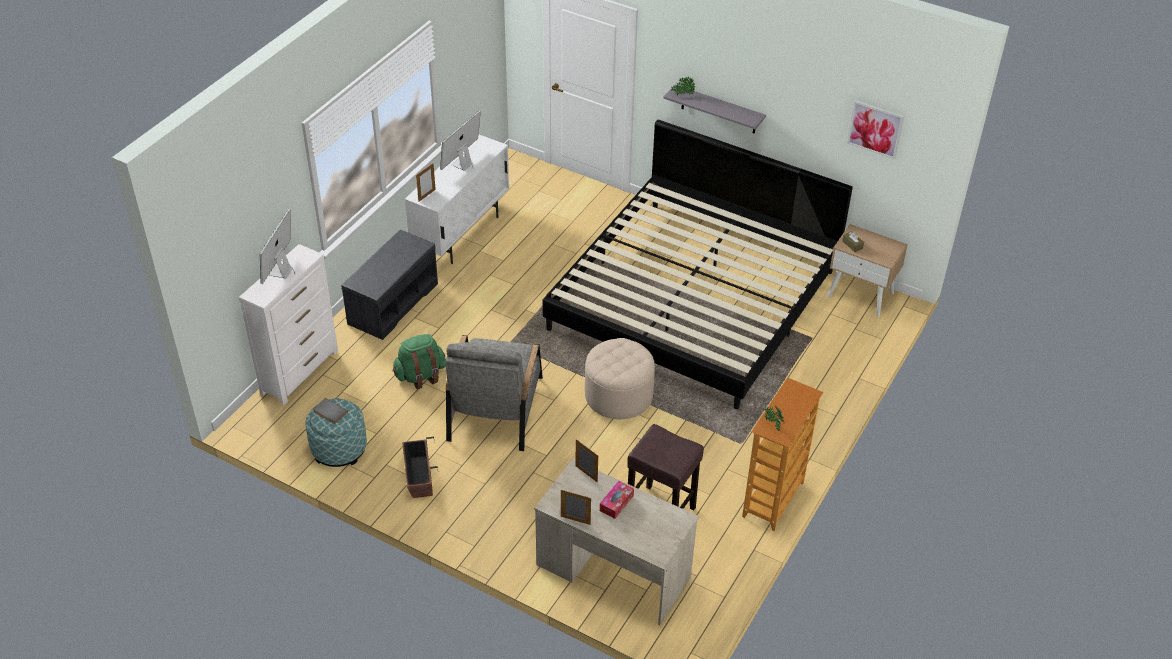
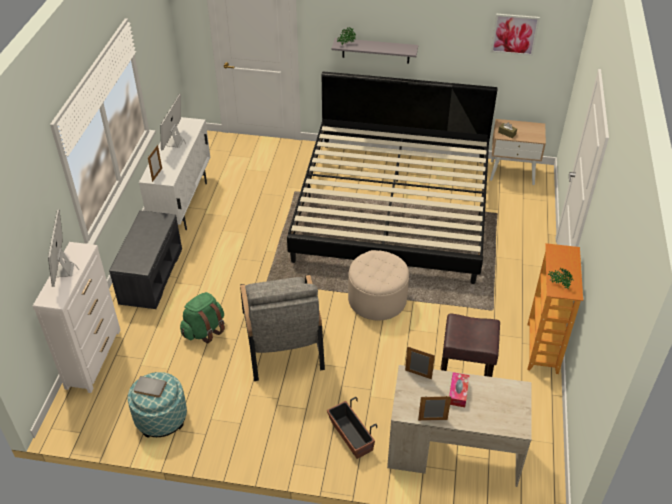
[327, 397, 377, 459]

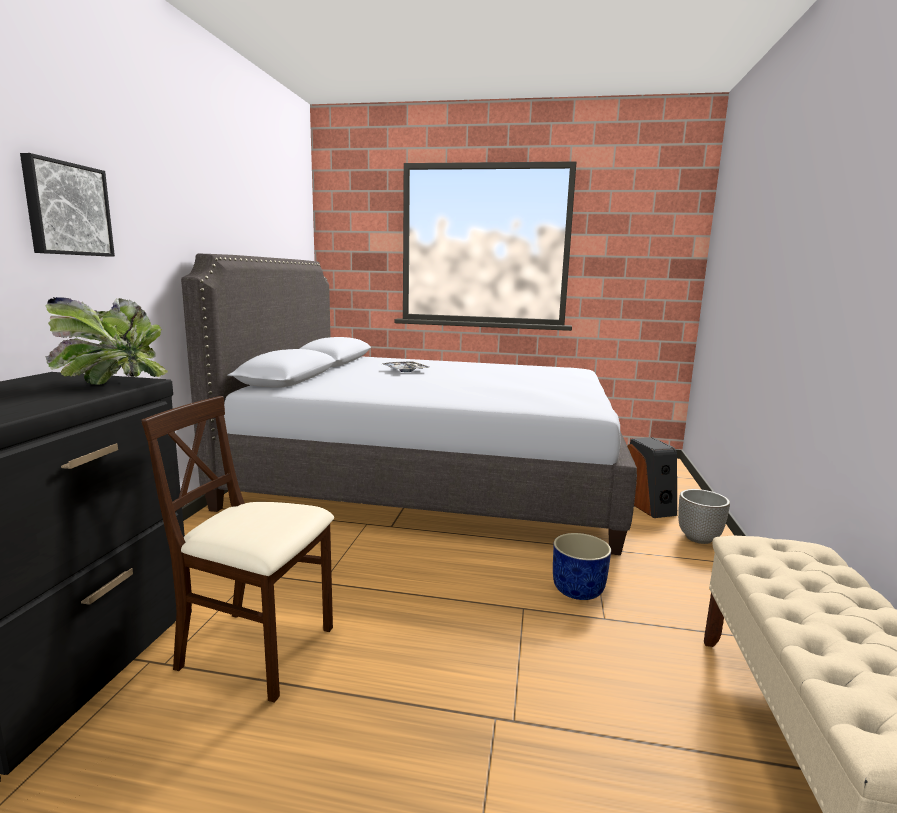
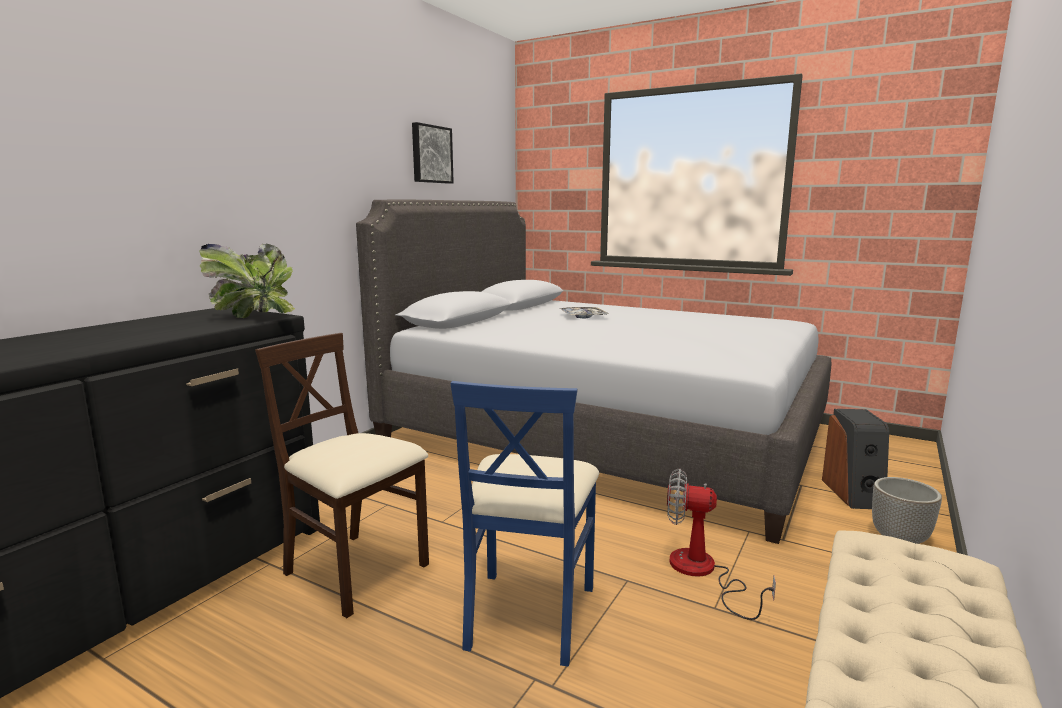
[412, 122, 454, 184]
[451, 381, 599, 667]
[667, 468, 776, 620]

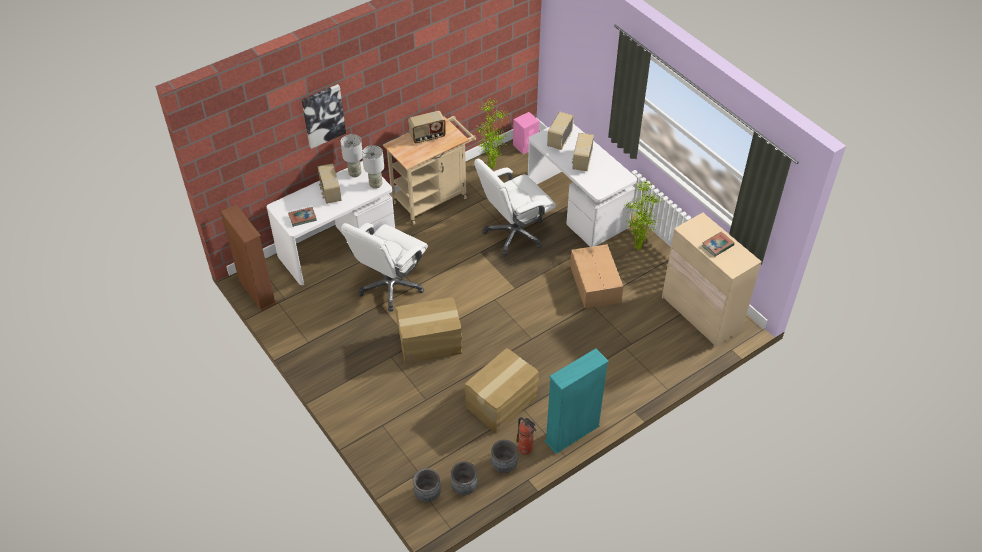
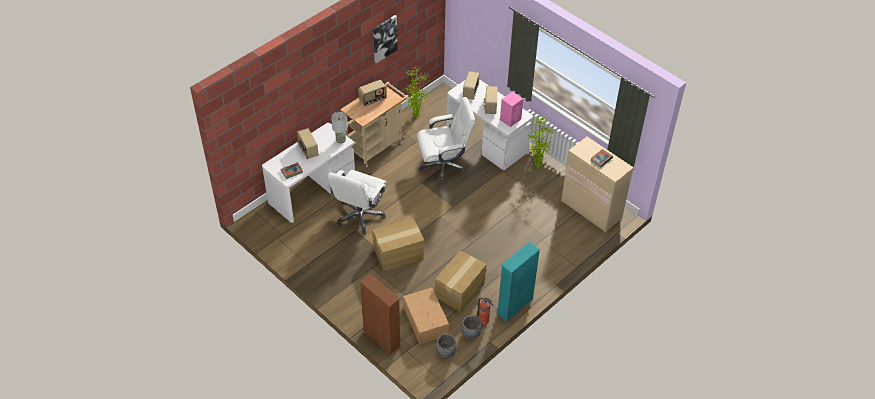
[360, 274, 401, 355]
[373, 15, 398, 63]
[403, 288, 449, 344]
[417, 97, 475, 184]
[500, 91, 523, 127]
[340, 134, 362, 177] (first image)
[413, 468, 441, 502] (first image)

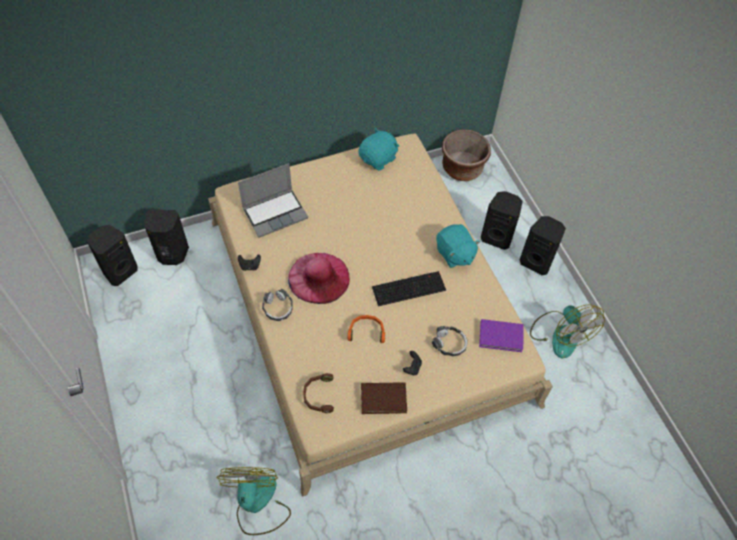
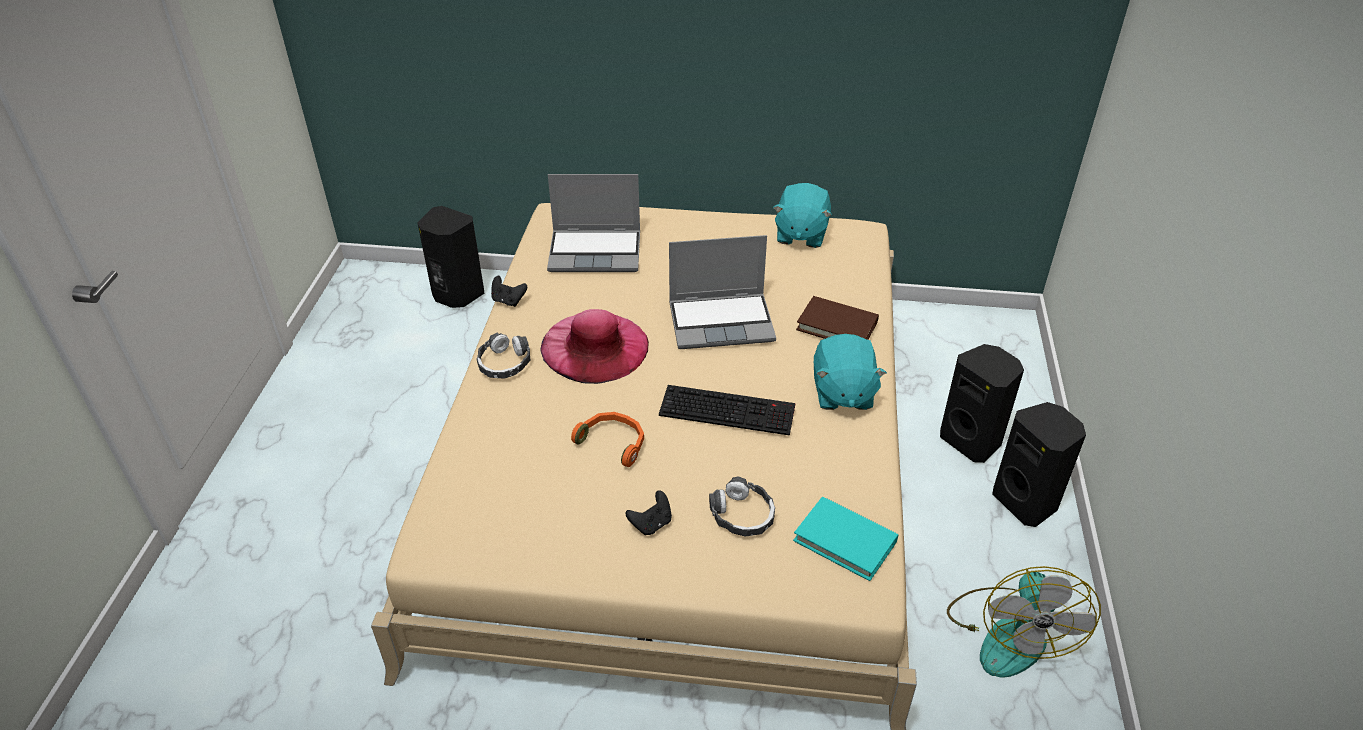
[669, 235, 776, 349]
[773, 183, 832, 248]
[793, 497, 898, 581]
[796, 296, 879, 340]
[87, 225, 138, 286] (first image)
[216, 467, 291, 535] (first image)
[303, 373, 334, 413] (first image)
[442, 129, 491, 181] (first image)

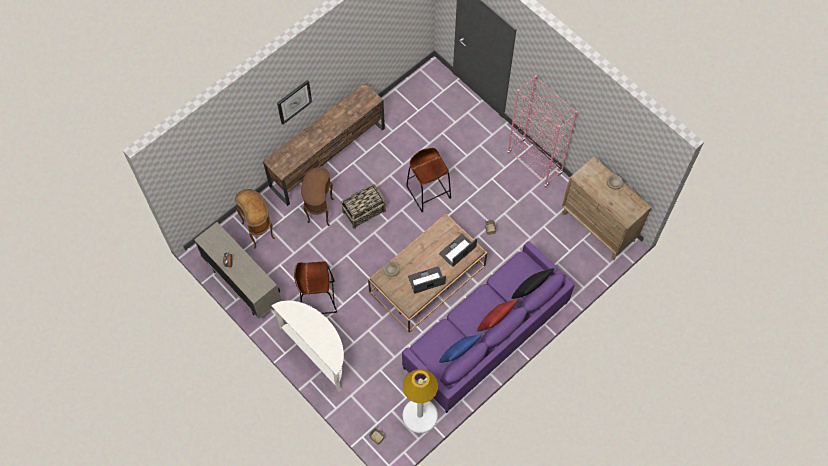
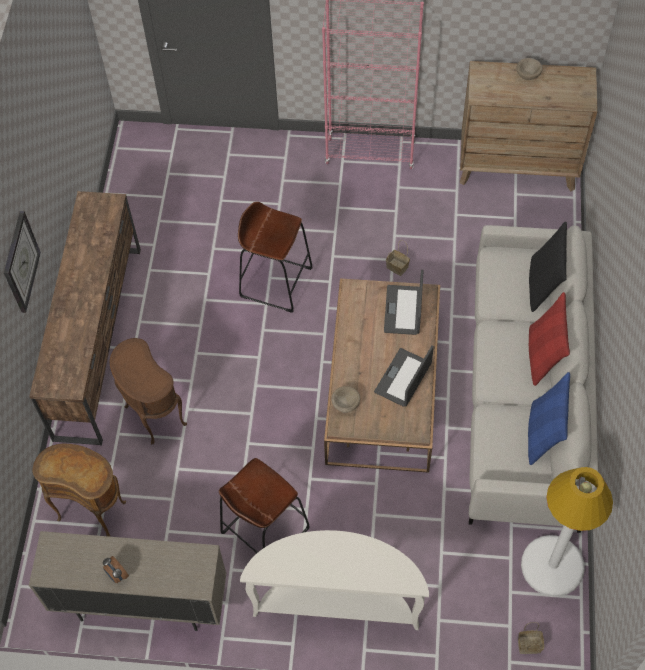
[469, 225, 598, 533]
[341, 184, 386, 229] (first image)

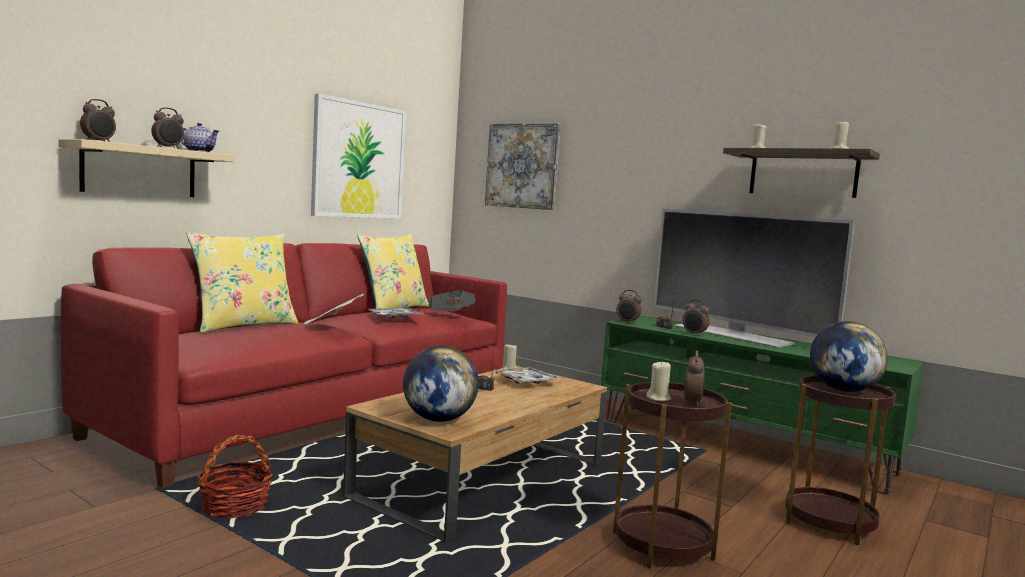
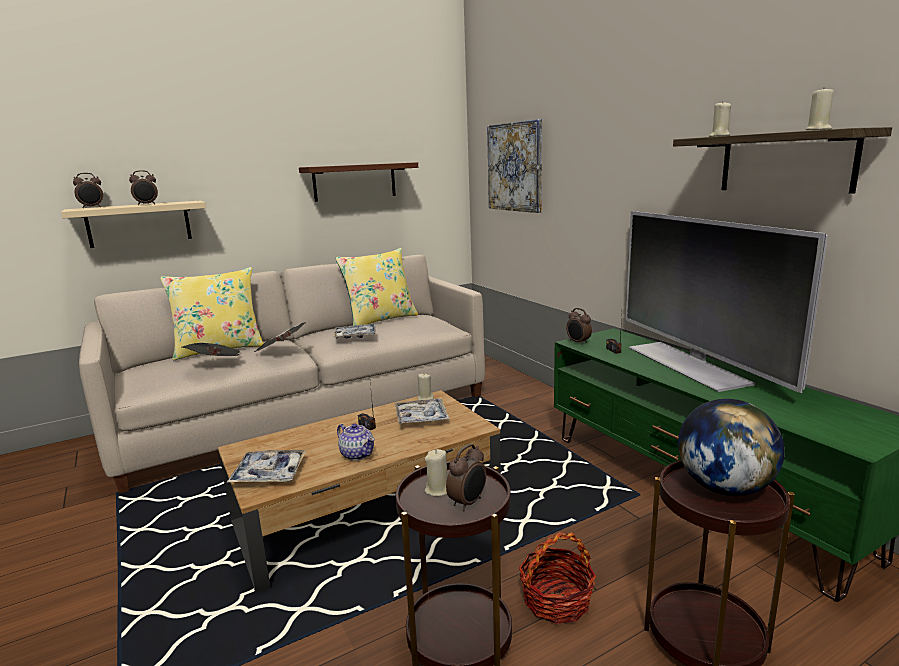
[79, 255, 485, 494]
[182, 343, 240, 356]
[226, 450, 306, 483]
[299, 162, 418, 202]
[337, 423, 375, 461]
[519, 532, 596, 624]
[683, 300, 710, 336] (first image)

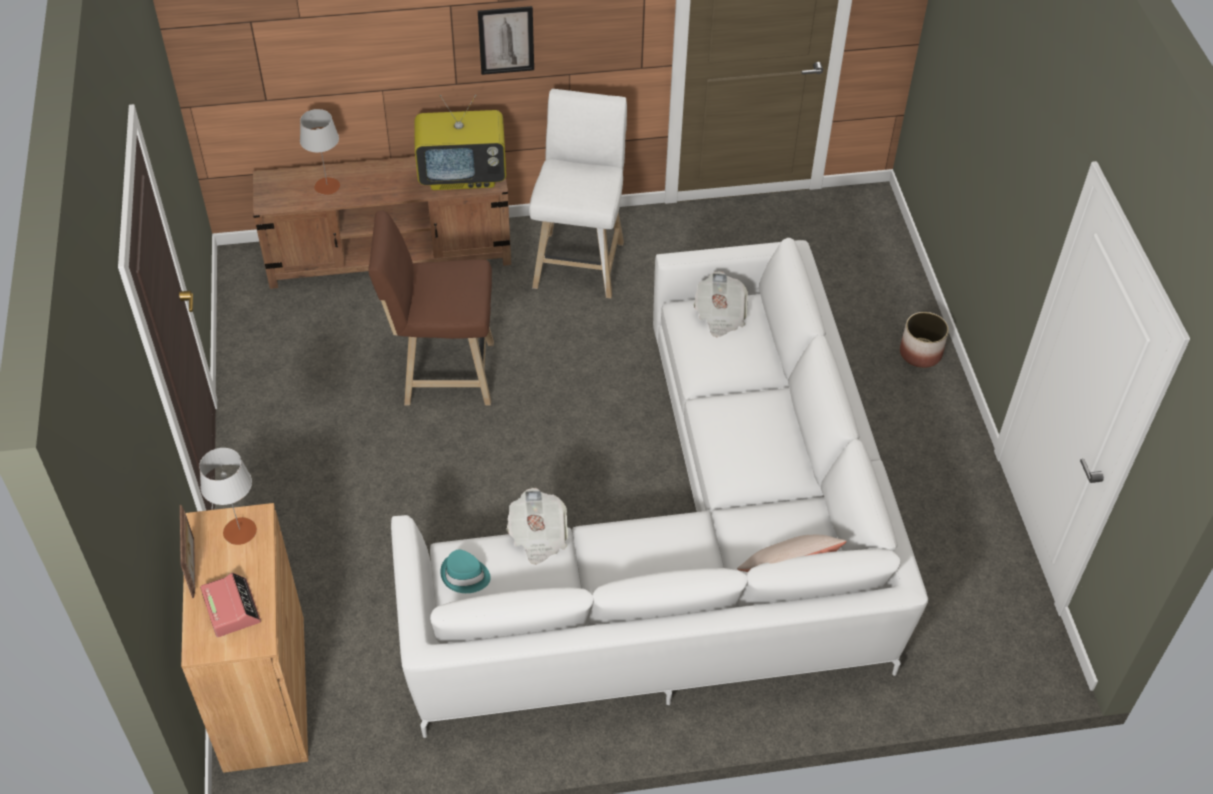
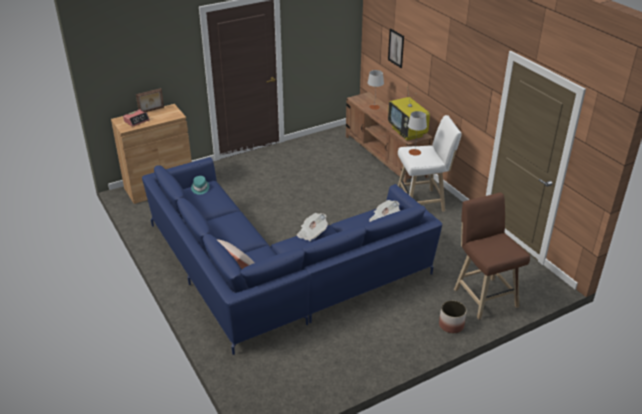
[142, 157, 442, 355]
[297, 213, 328, 241]
[388, 28, 404, 68]
[408, 111, 427, 156]
[454, 193, 530, 320]

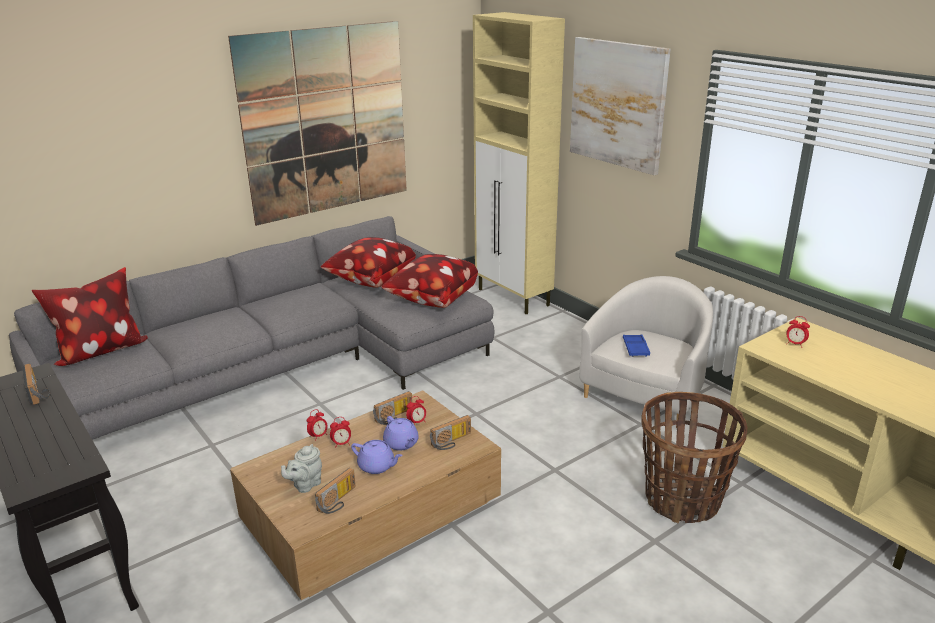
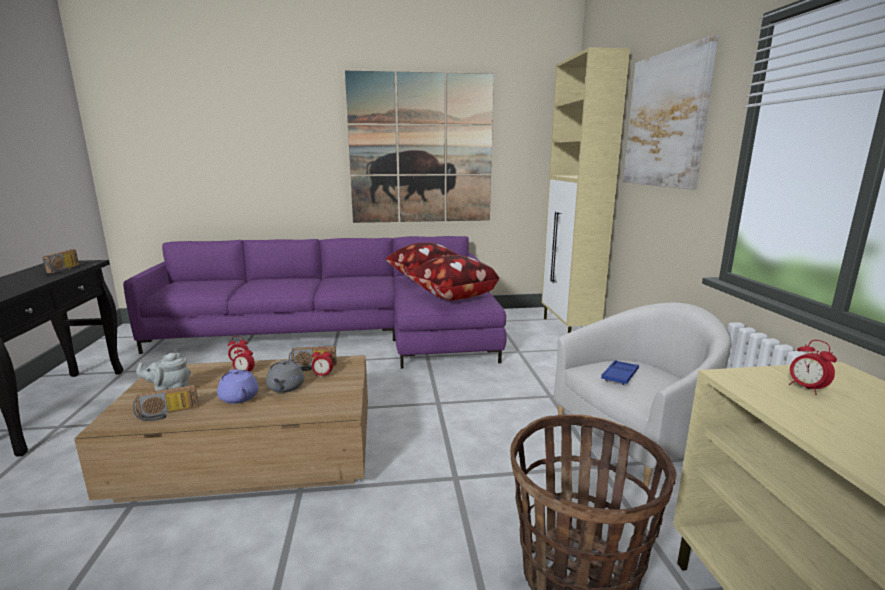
[123, 236, 507, 369]
[266, 359, 304, 393]
[32, 267, 148, 366] (first image)
[430, 415, 471, 450] (first image)

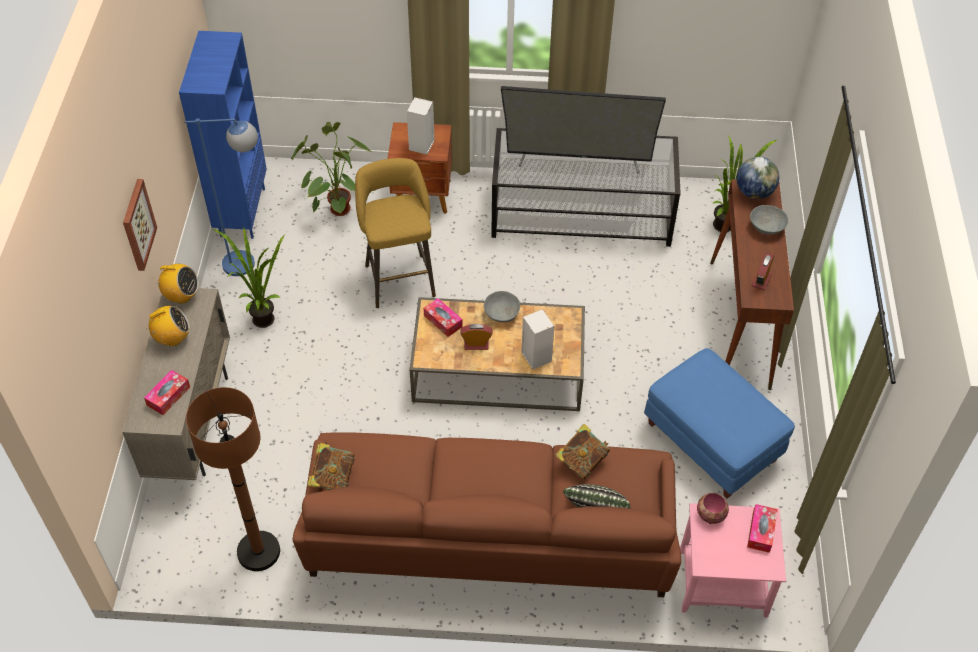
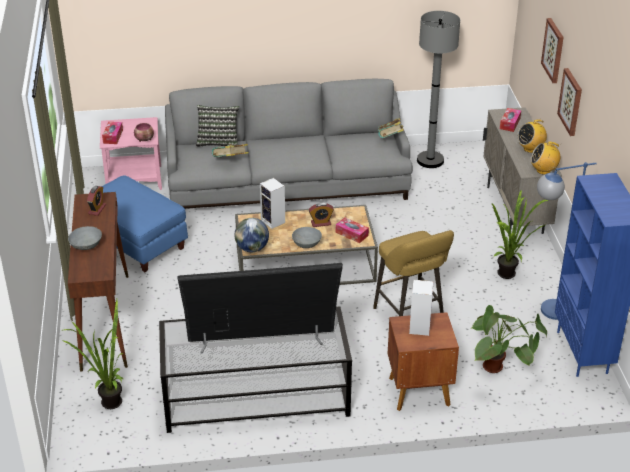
[165, 79, 413, 209]
[234, 218, 269, 252]
[417, 11, 460, 168]
[541, 18, 564, 83]

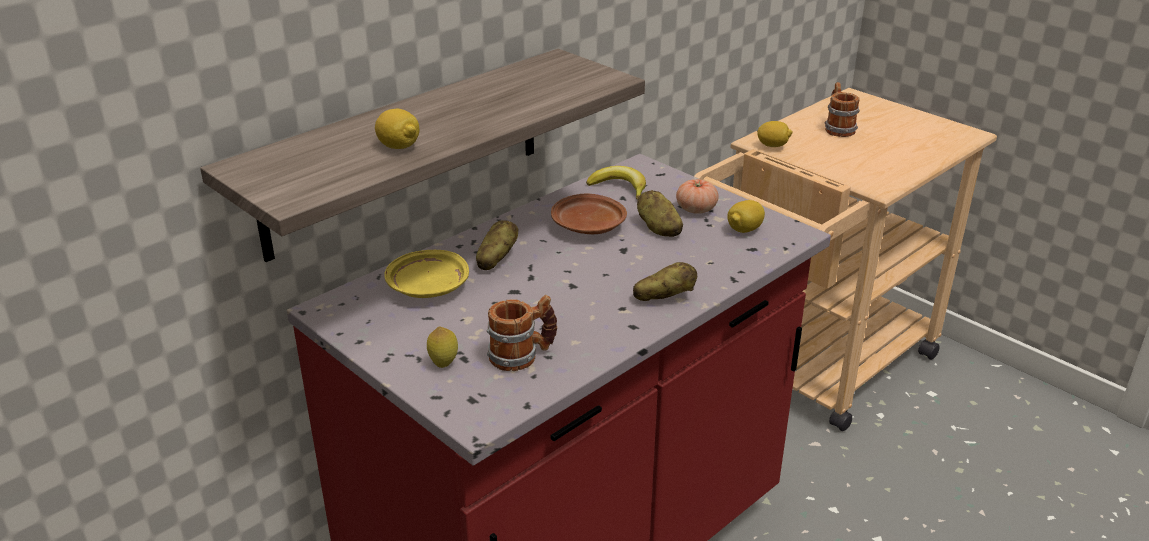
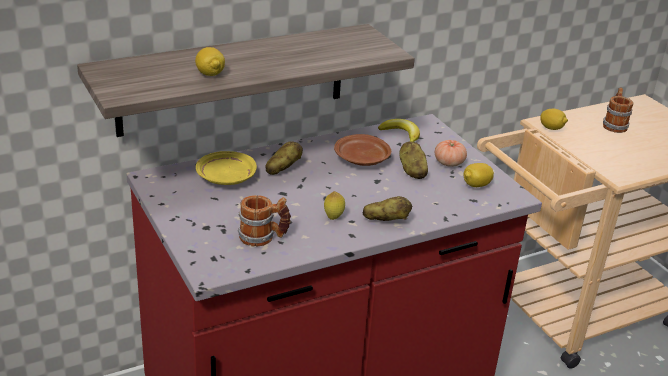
[324, 191, 345, 220]

